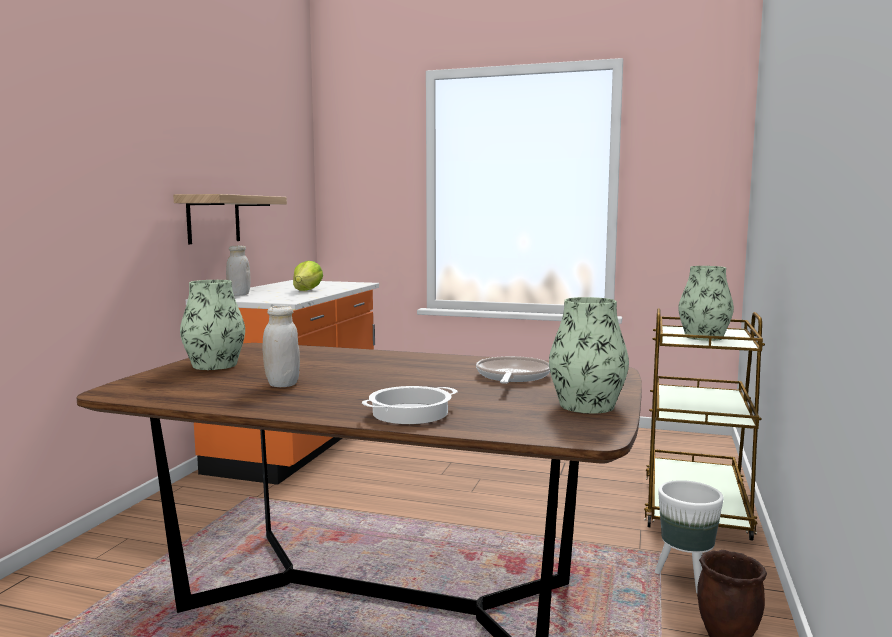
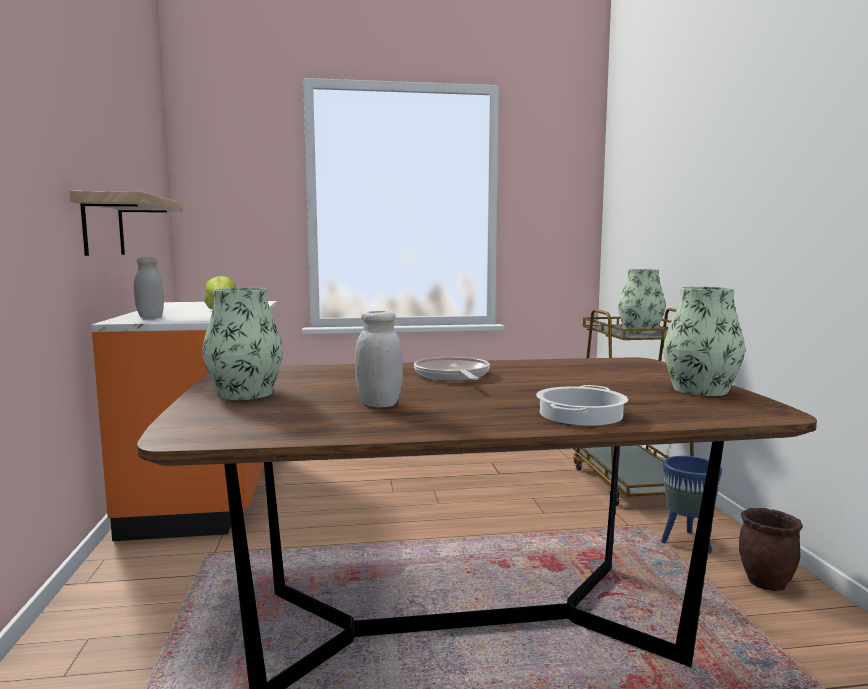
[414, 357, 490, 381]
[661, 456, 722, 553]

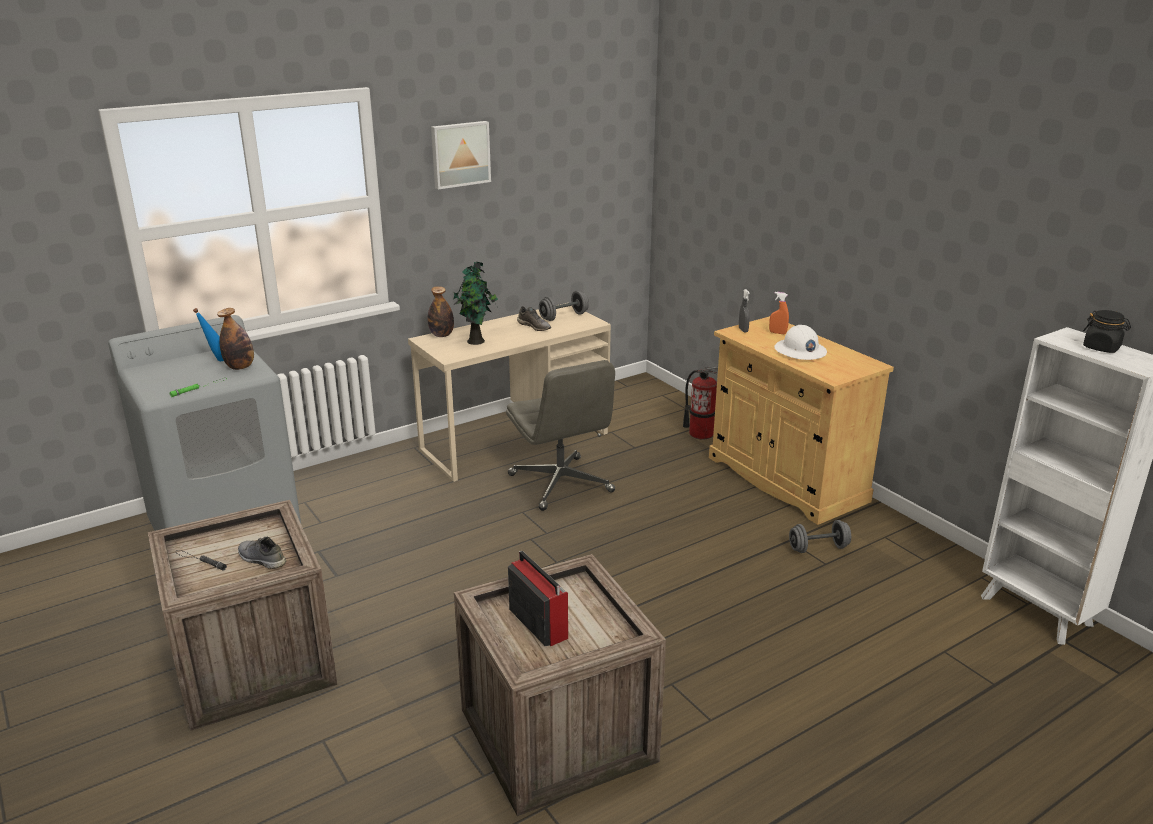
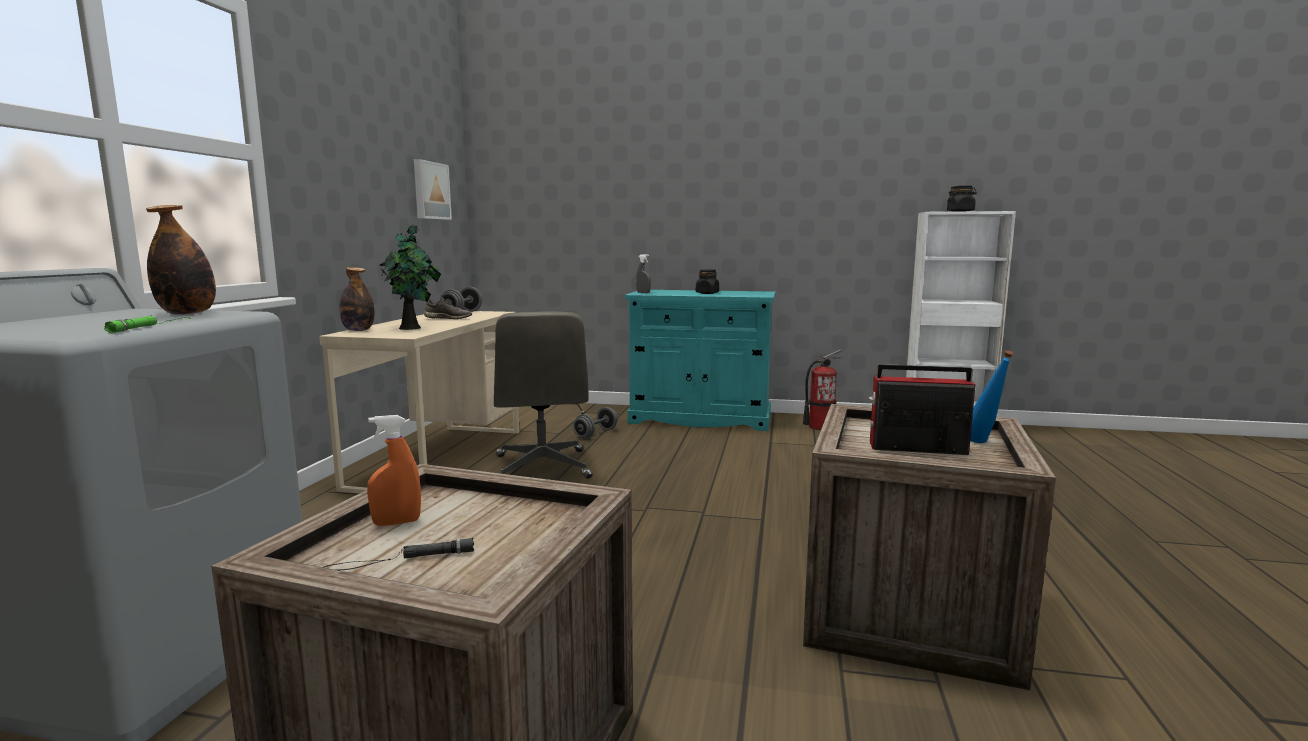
[367, 415, 421, 526]
[414, 159, 452, 220]
[494, 312, 593, 479]
[573, 407, 618, 439]
[625, 290, 775, 431]
[696, 269, 719, 294]
[803, 349, 842, 430]
[970, 350, 1013, 443]
[238, 536, 286, 569] (first image)

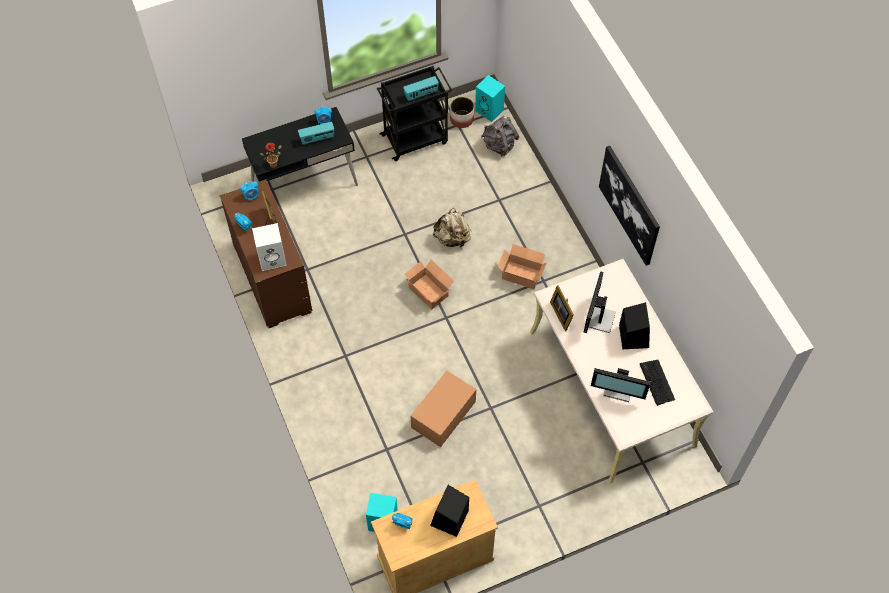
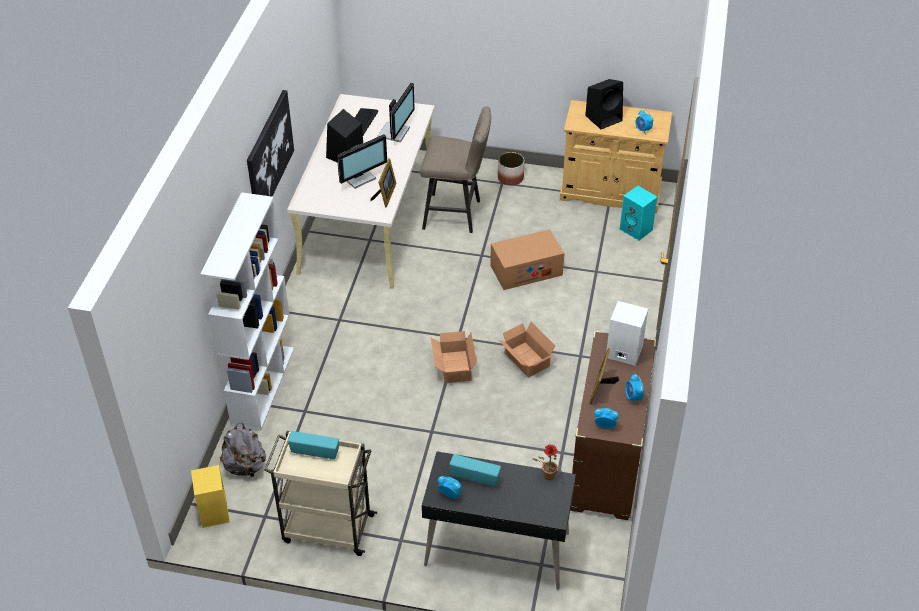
[191, 465, 230, 528]
[200, 192, 294, 431]
[264, 431, 377, 556]
[378, 83, 415, 142]
[420, 106, 491, 233]
[498, 152, 524, 186]
[498, 322, 555, 378]
[433, 208, 471, 247] (first image)

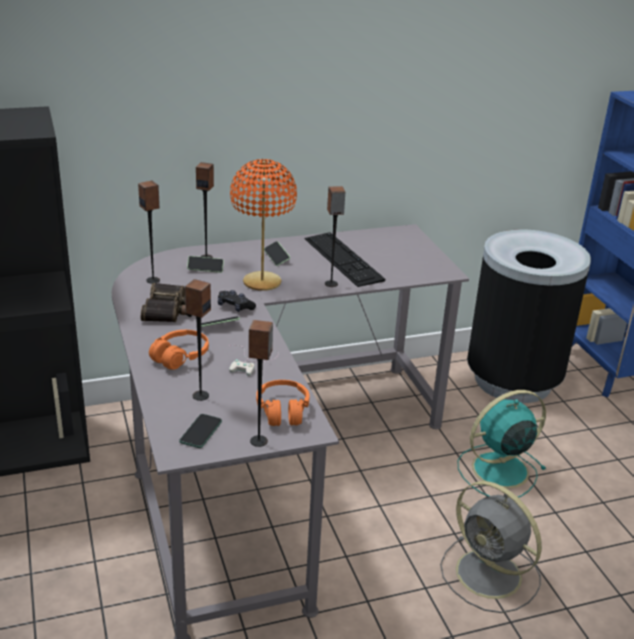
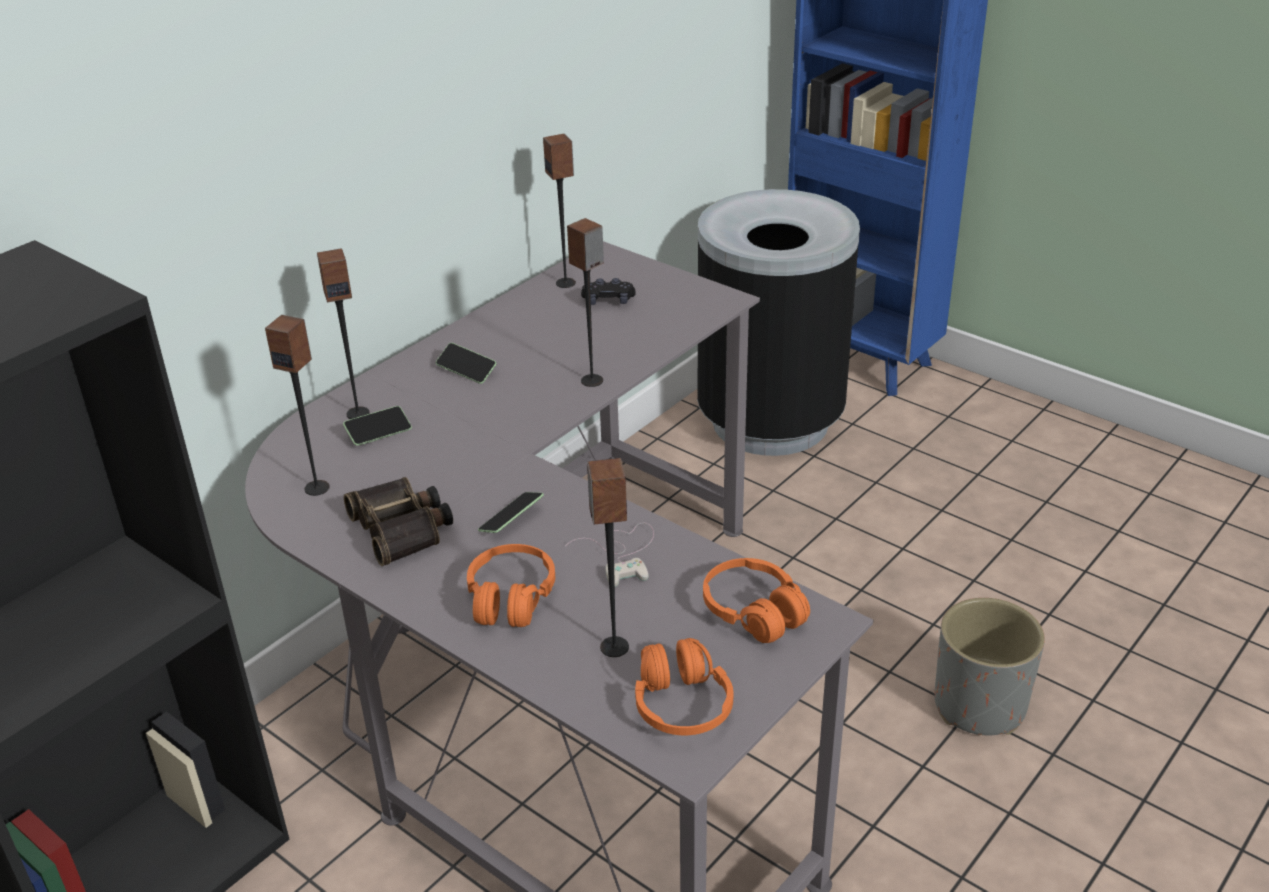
[543, 134, 576, 288]
[581, 278, 636, 305]
[635, 638, 734, 735]
[934, 598, 1045, 735]
[230, 159, 297, 291] (first image)
[304, 232, 385, 287] (first image)
[457, 390, 546, 498] (first image)

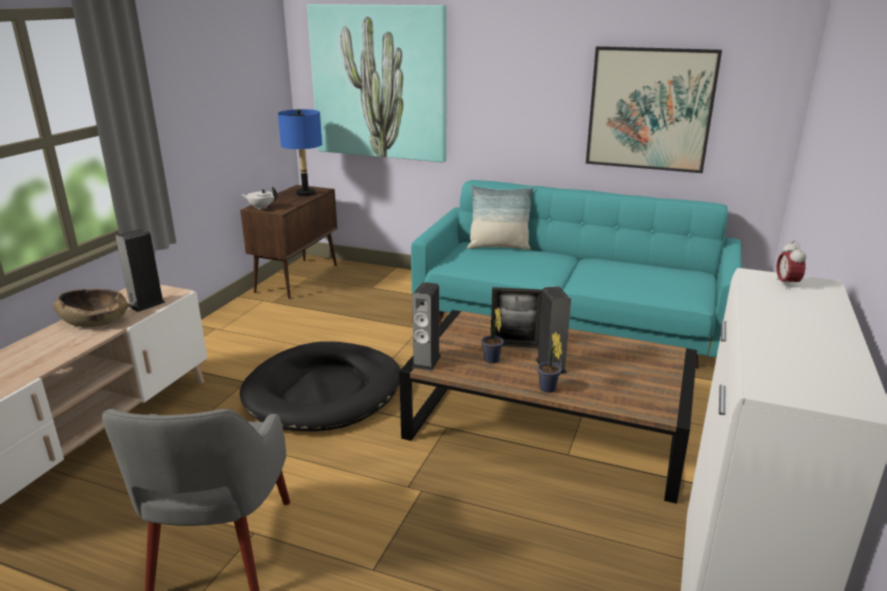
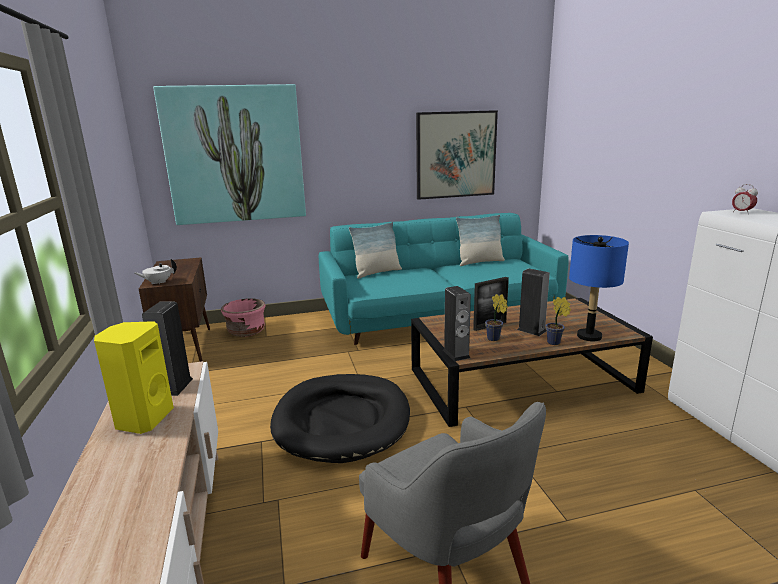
[94, 321, 174, 434]
[221, 298, 266, 337]
[456, 215, 505, 266]
[569, 235, 629, 342]

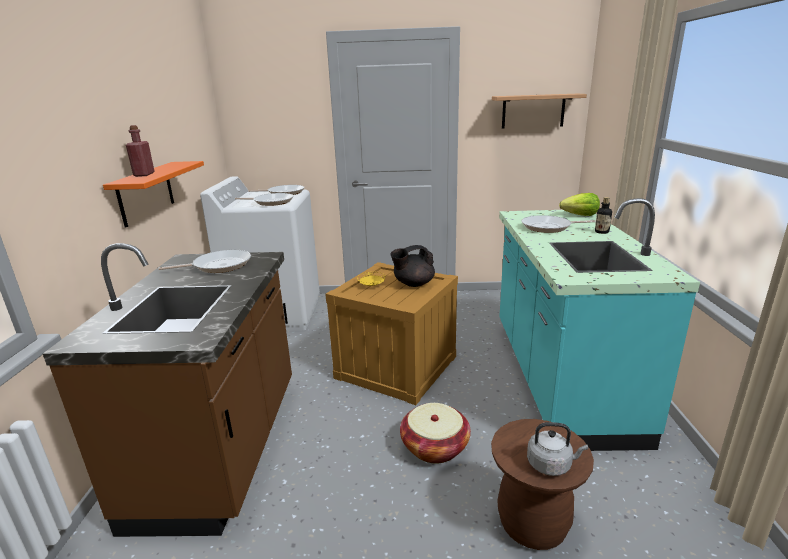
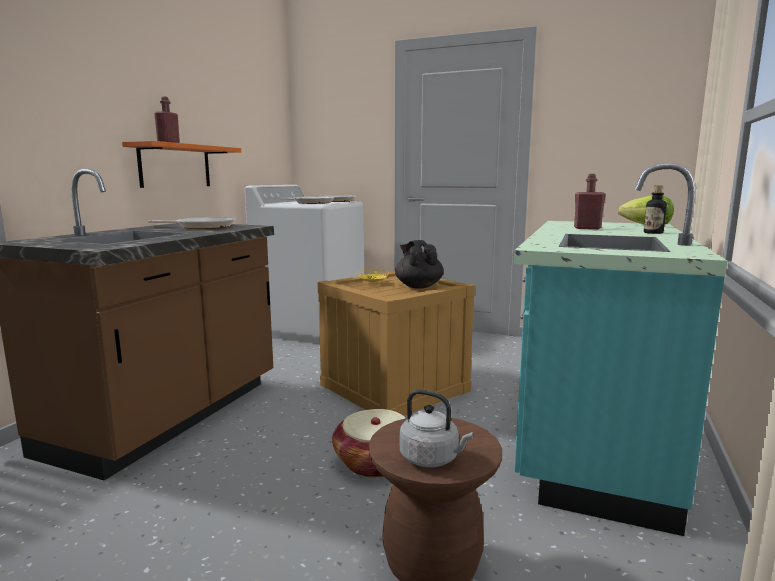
[395, 240, 444, 289]
[574, 174, 606, 229]
[492, 94, 587, 128] (first image)

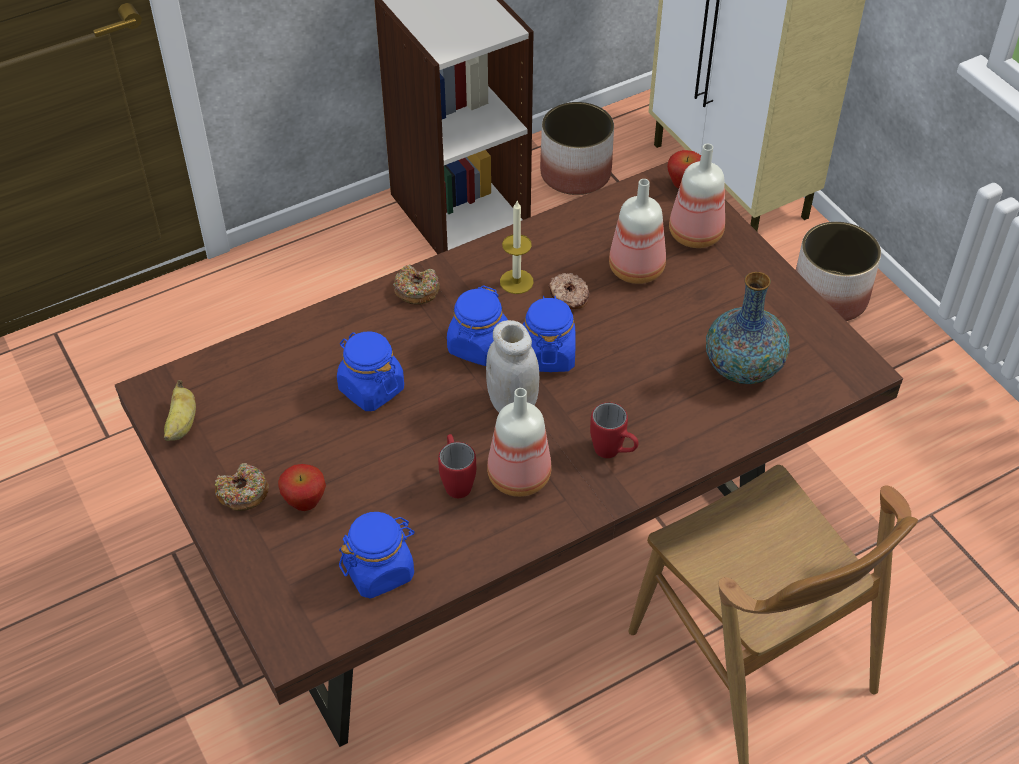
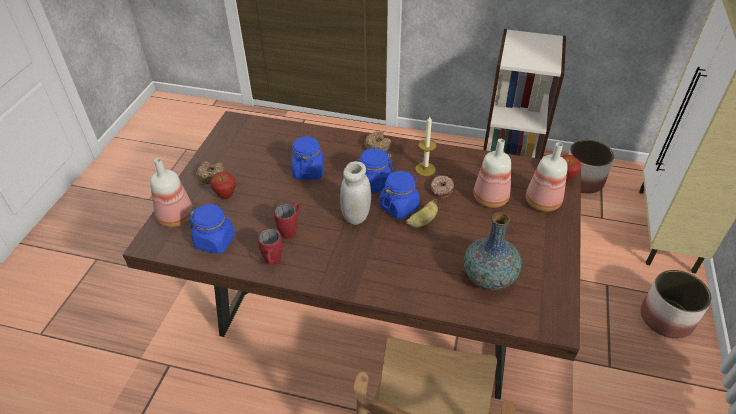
[150, 158, 194, 227]
[258, 229, 283, 265]
[406, 198, 438, 227]

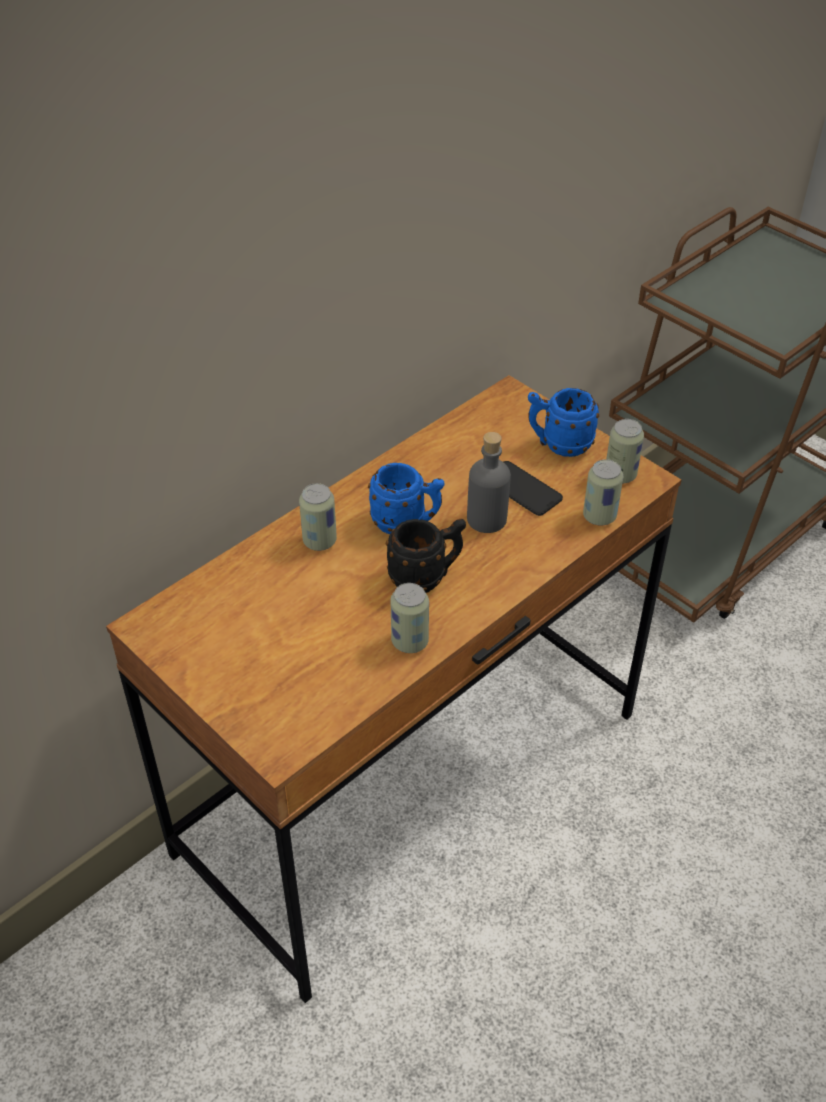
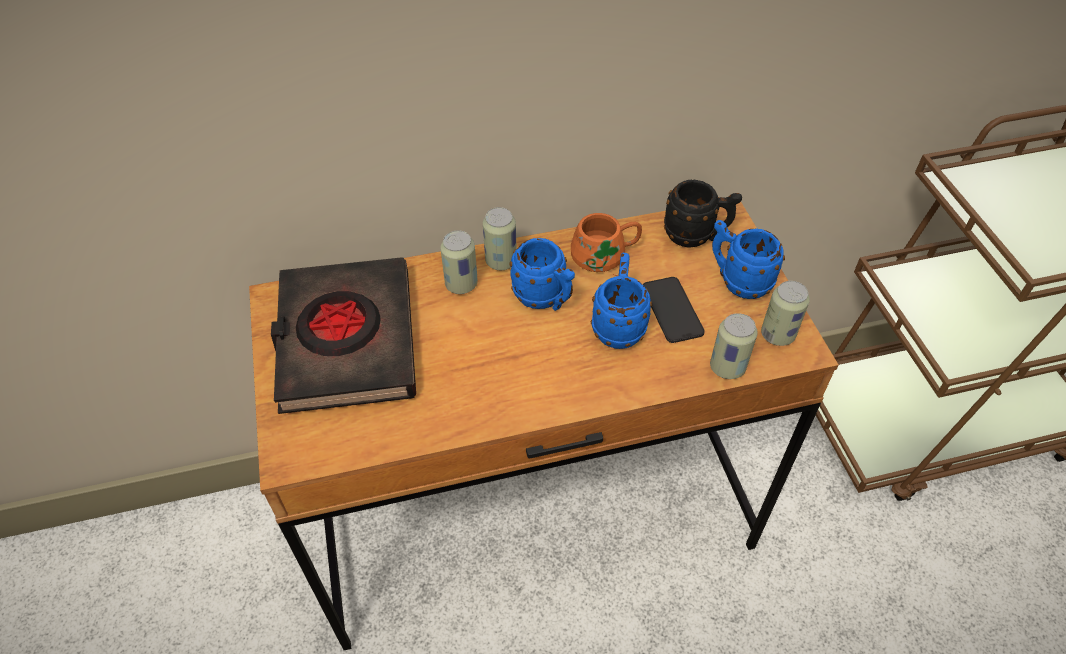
[271, 257, 416, 414]
[483, 207, 517, 270]
[571, 213, 642, 276]
[591, 253, 652, 349]
[664, 180, 742, 248]

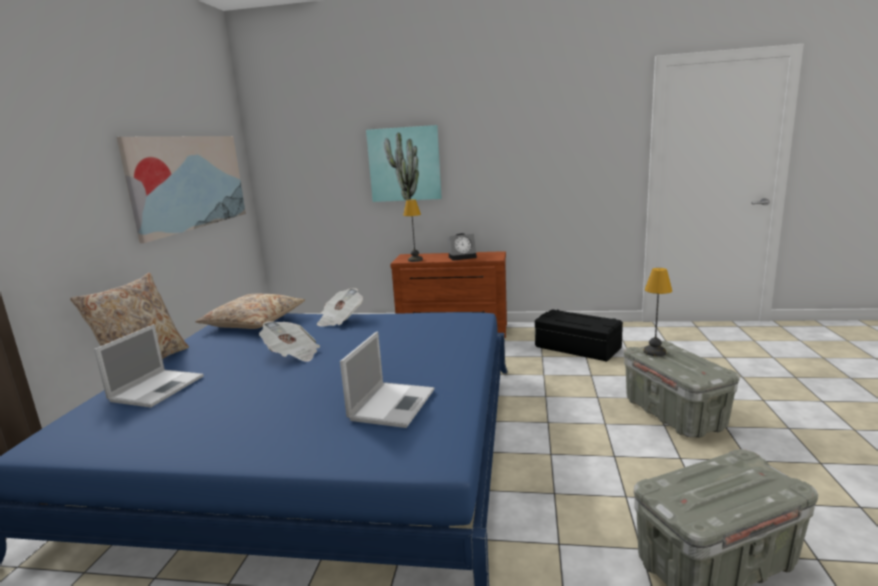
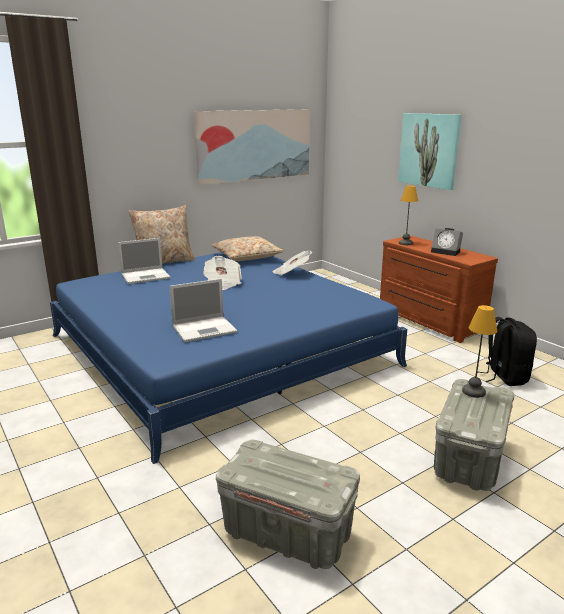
[477, 317, 537, 386]

